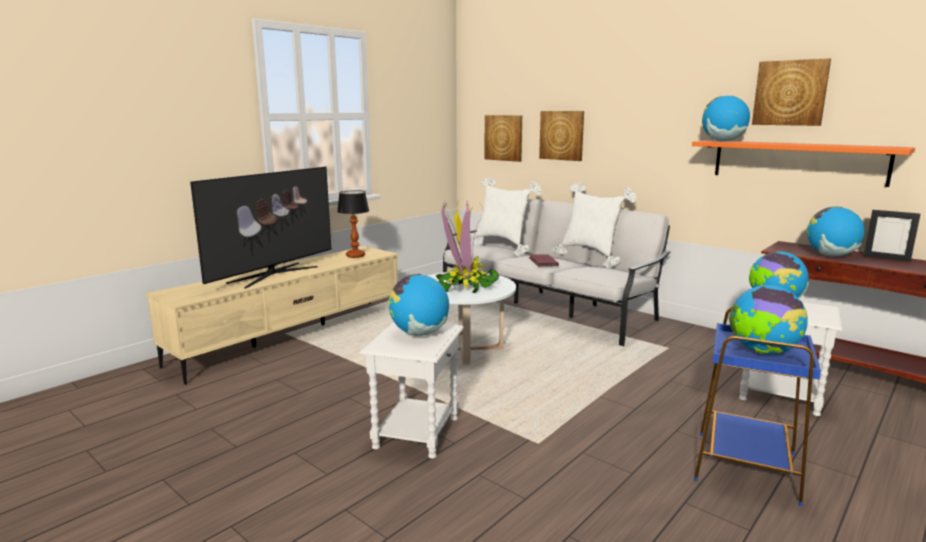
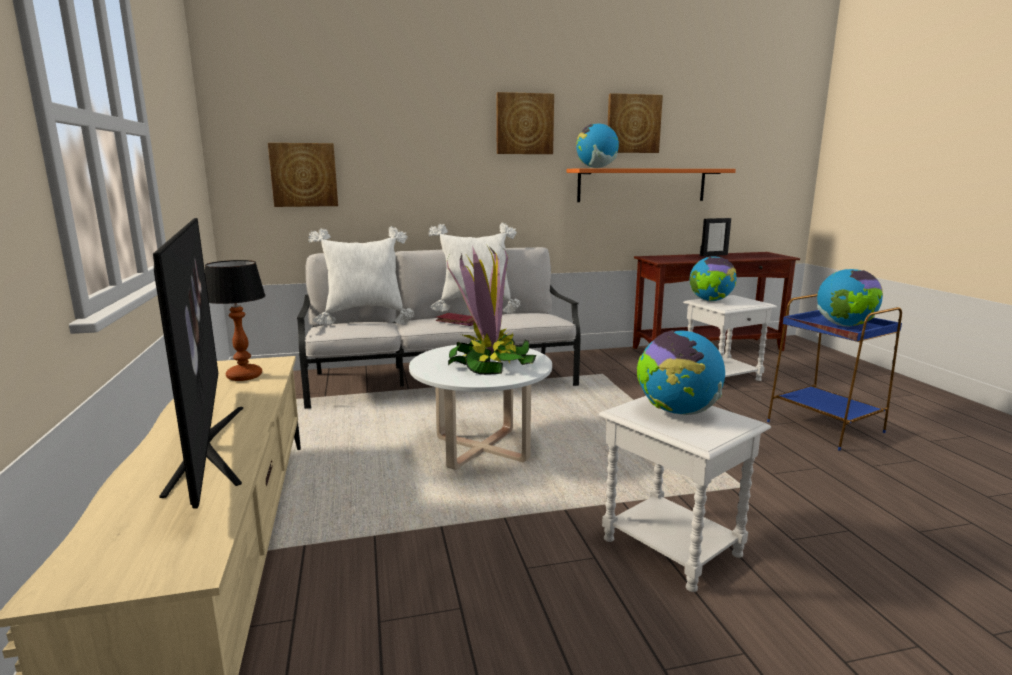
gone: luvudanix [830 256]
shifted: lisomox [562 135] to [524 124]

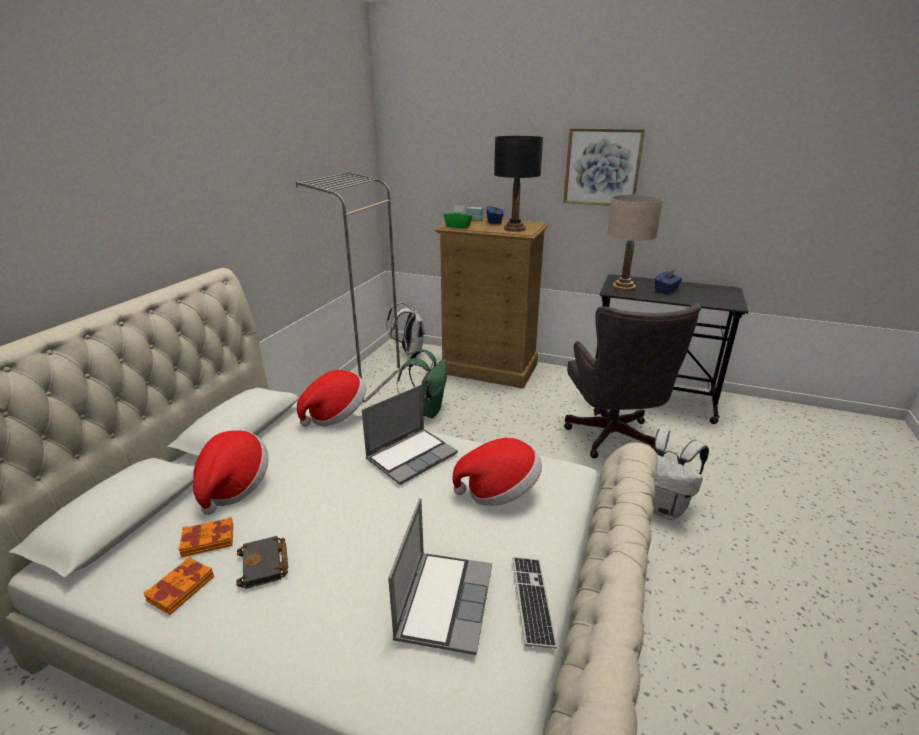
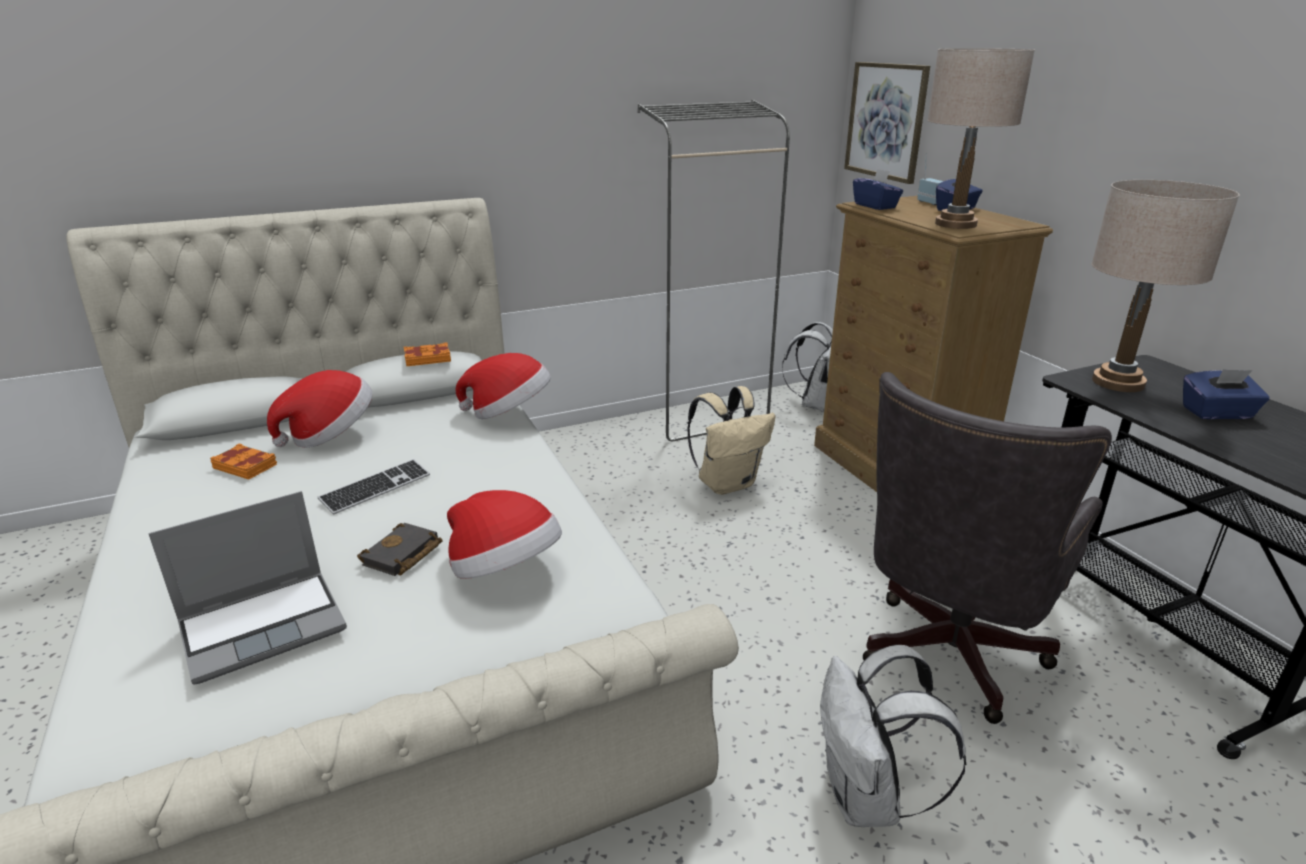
gone: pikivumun [412 456]
shifted: lisomox [602 167] to [886 121]; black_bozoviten [265 565] to [402 556]; orange_bozoviten [180 588] to [427 359]; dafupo [532 601] to [376 488]
repainted: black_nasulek [514 229] to beige_nasulek [955 224]; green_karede [458 226] to blue_karede [875 206]; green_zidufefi [427 411] to beige_zidufefi [727 483]

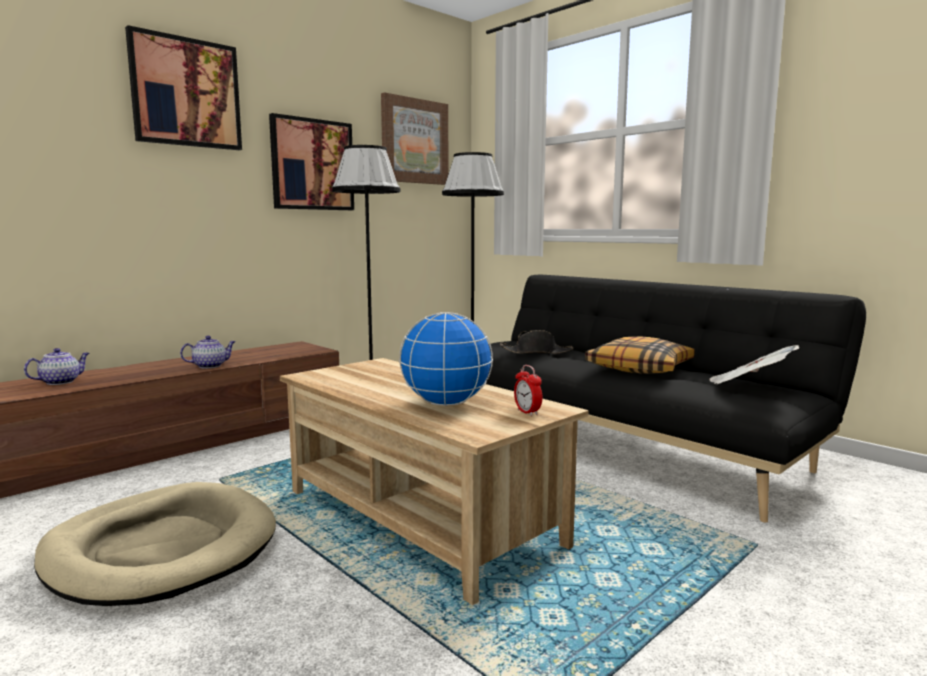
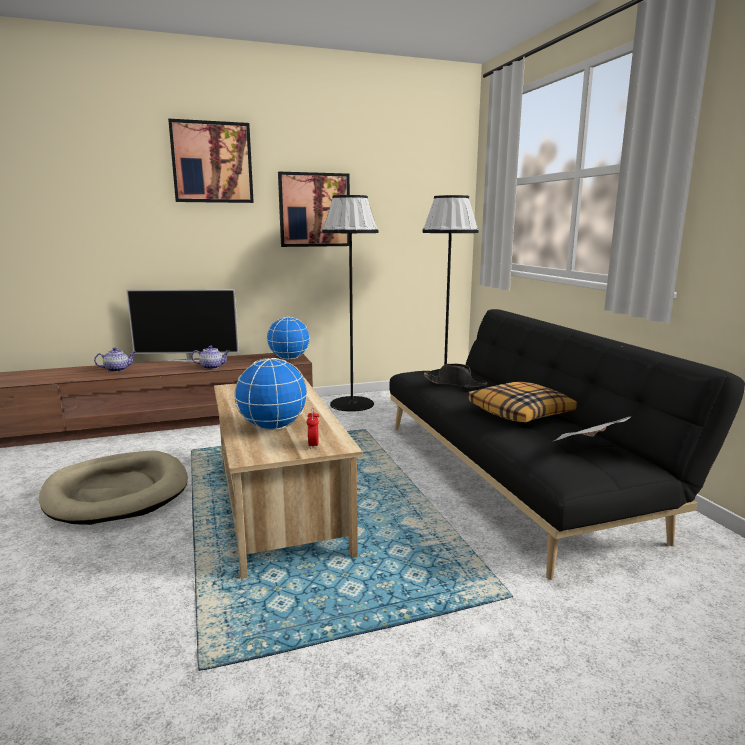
gone: lisomox [414 141]
new: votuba [188 360]; luvudanix [289 358]

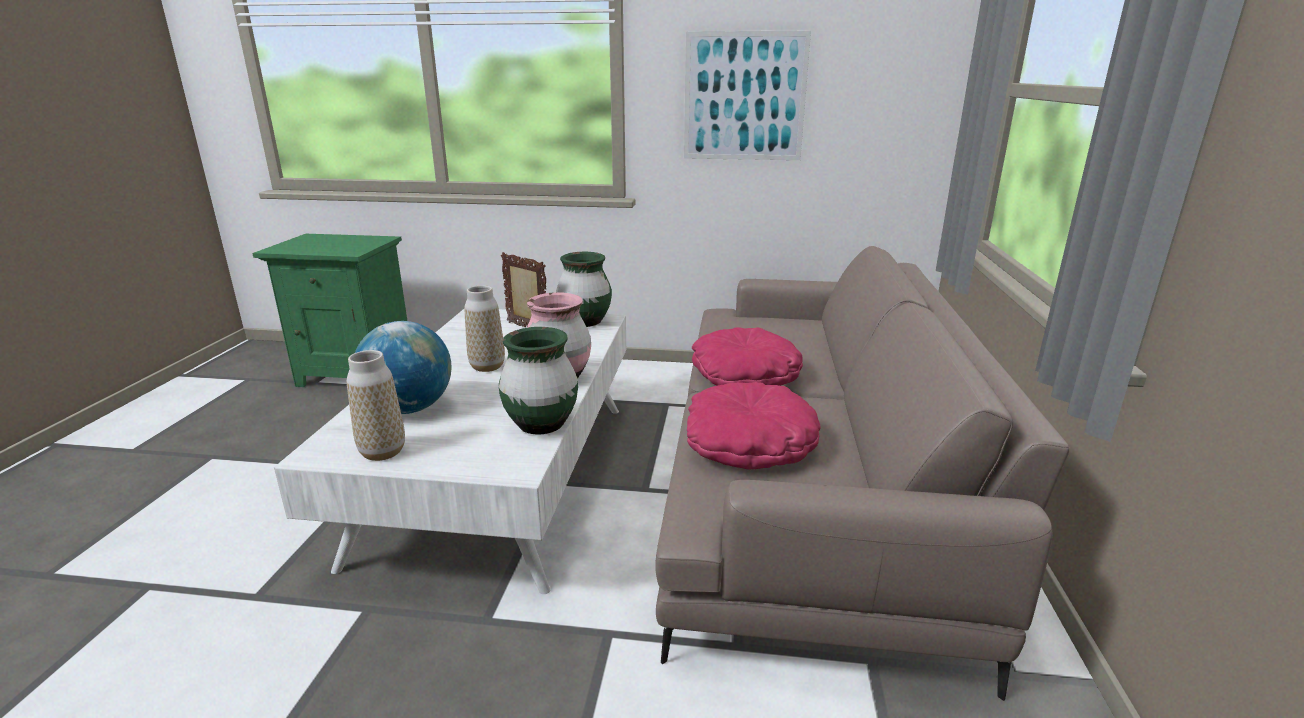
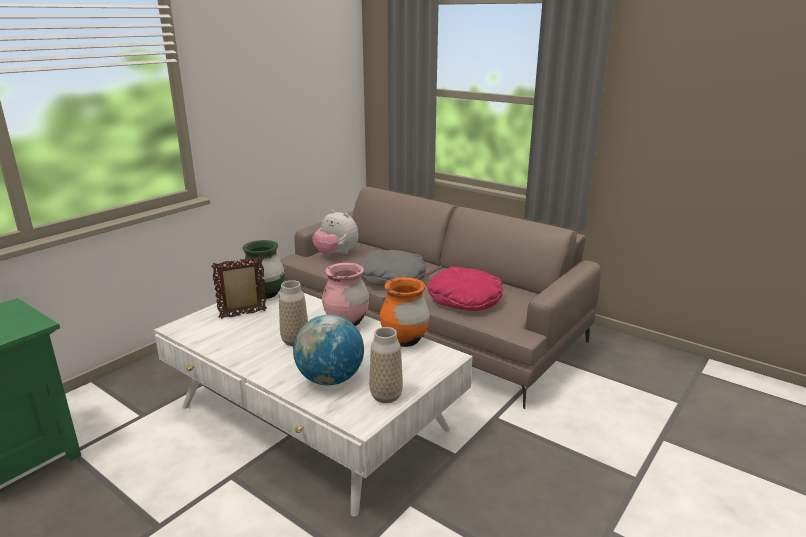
gone: lisomox [744 97]
new: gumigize [336 254]
repainted: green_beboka [541 425] to orange_beboka [404 340]; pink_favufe [746 376] to grey_favufe [392 278]

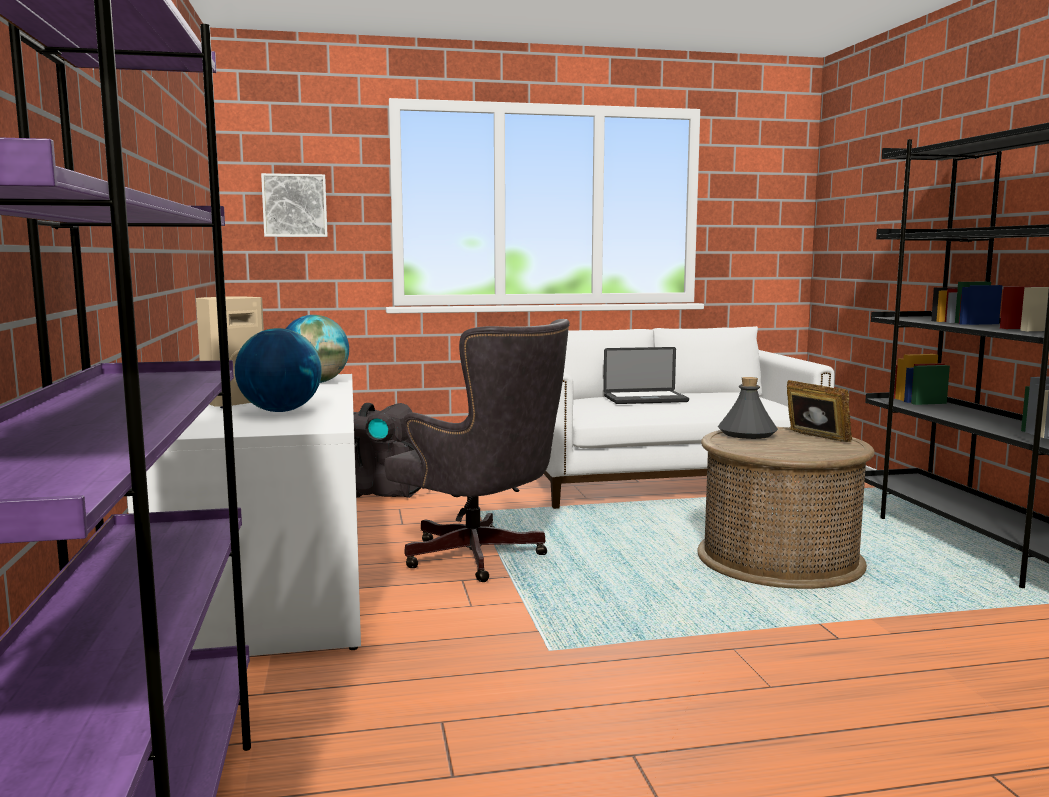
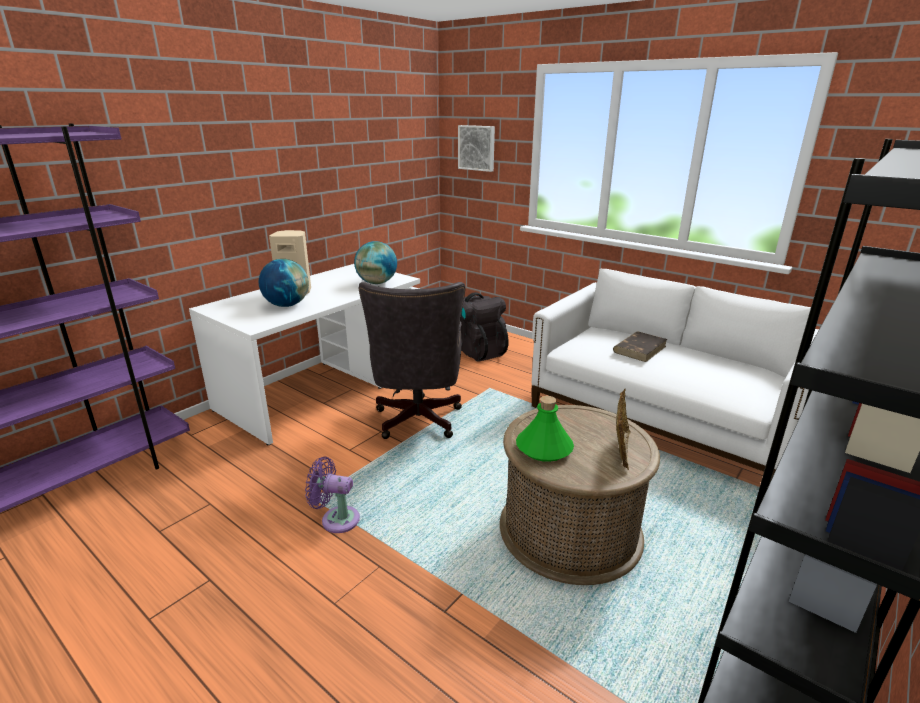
gone: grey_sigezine [746 434]
new: green_sigezine [544 448]; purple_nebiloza [336 519]
swapped: pikivumun [645 399] to brown_bozoviten [640 349]

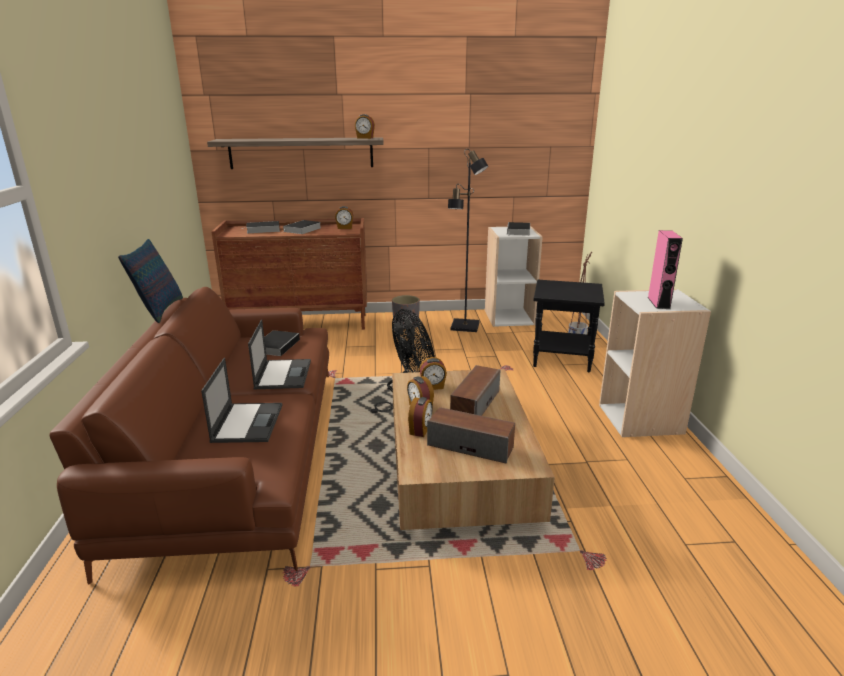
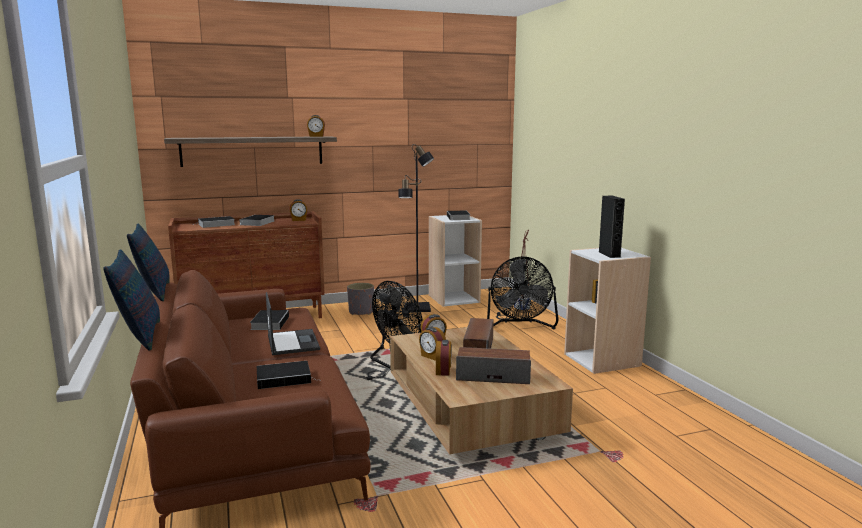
new: blue_favufe [140 337]
swapped: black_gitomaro [562 359] to black_nebiloza [517 324]; pikivumun [247 422] to bozoviten [285 378]
repainted: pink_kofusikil [658 303] to black_kofusikil [609 254]

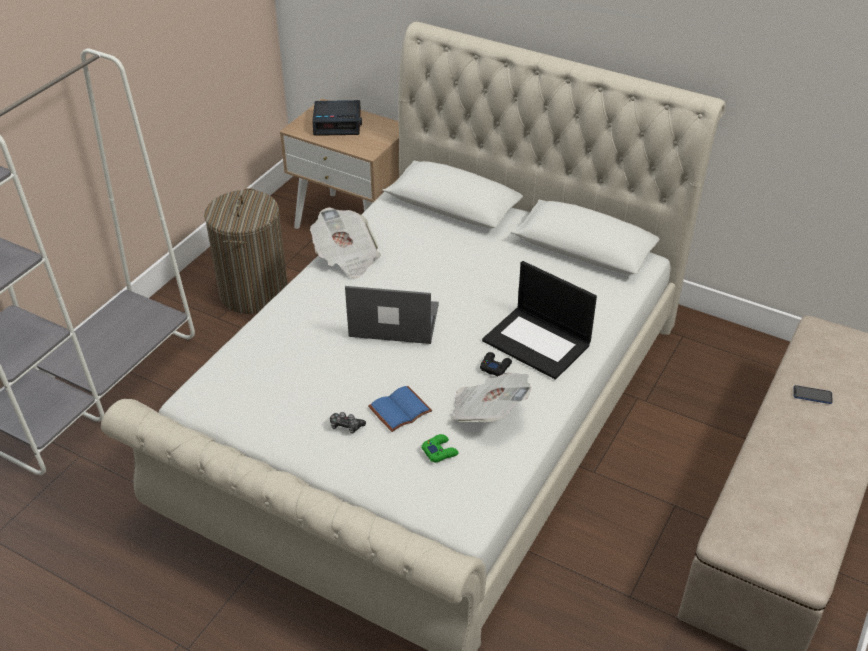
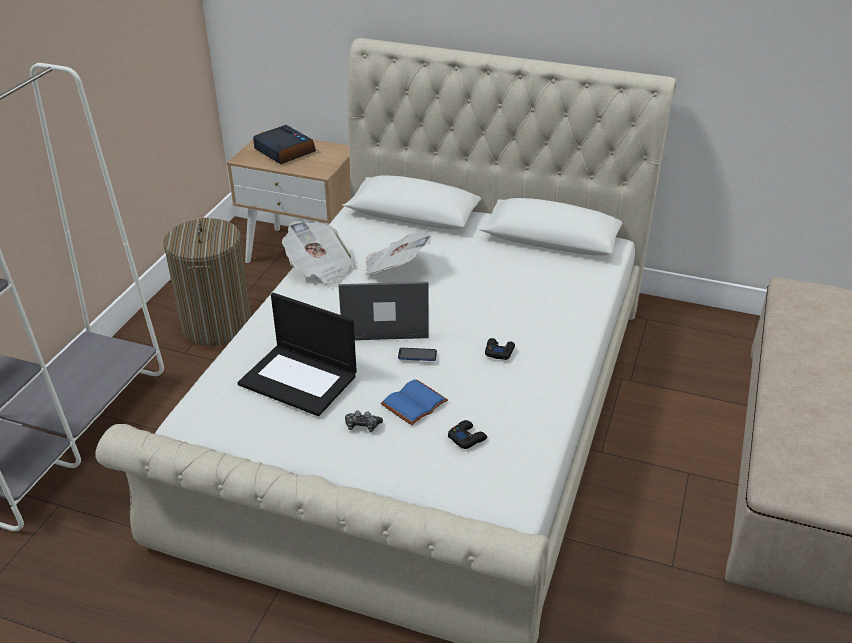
shifted: pikivumun [538 342] to [300 379]; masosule [488 412] to [395 268]; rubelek [812 395] to [417 355]
repainted: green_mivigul [440 451] to black_mivigul [467 438]
rotated: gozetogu [338 123] = [284 151] 120 degrees counterclockwise

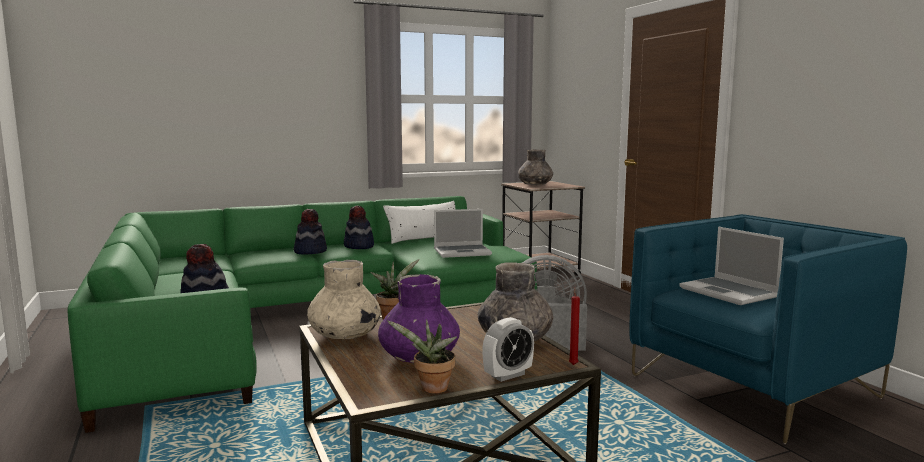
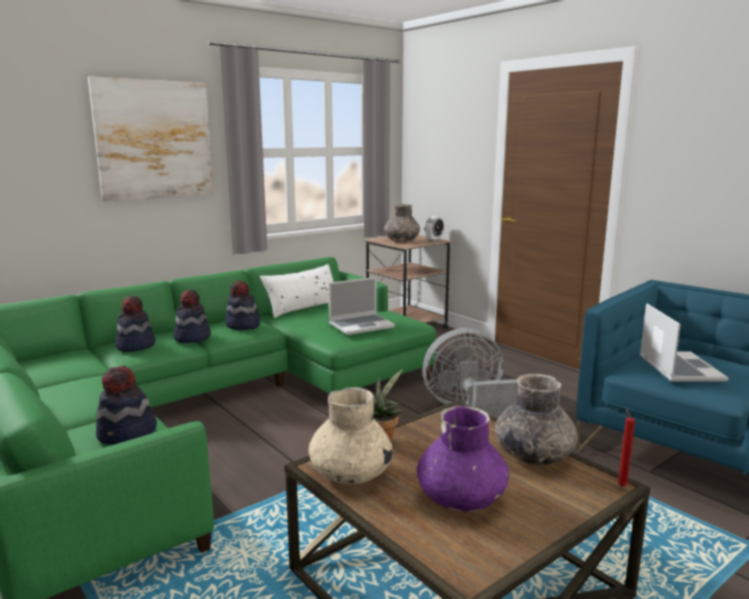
gone: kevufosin [431 389]
new: lisomox [154 140]; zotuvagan [135 346]
shifted: gozetogu [508 375] to [434 240]
rotated: pikivumun [729 293] = [678 368] 135 degrees counterclockwise

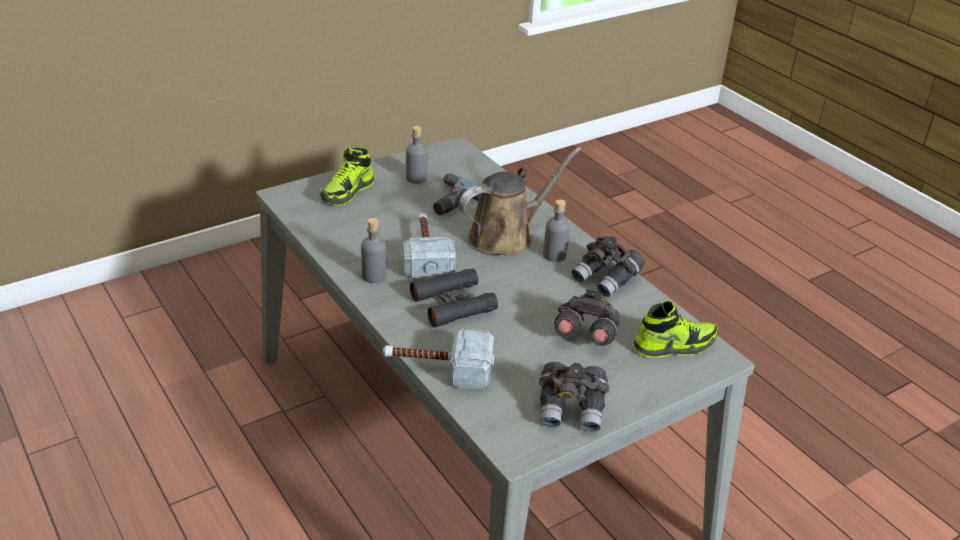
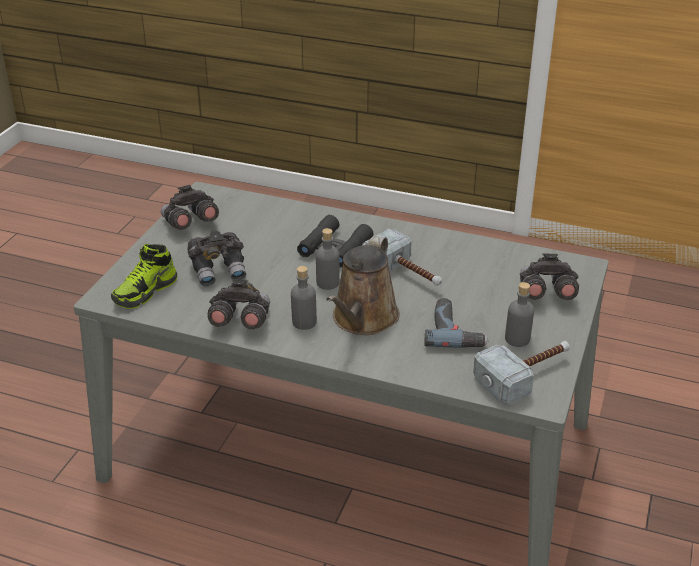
shifted: grey_sigezine [374 276] to [328 283]; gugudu [438 368] to [526 375]
swapped: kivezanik [347 192] to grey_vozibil [545 294]

